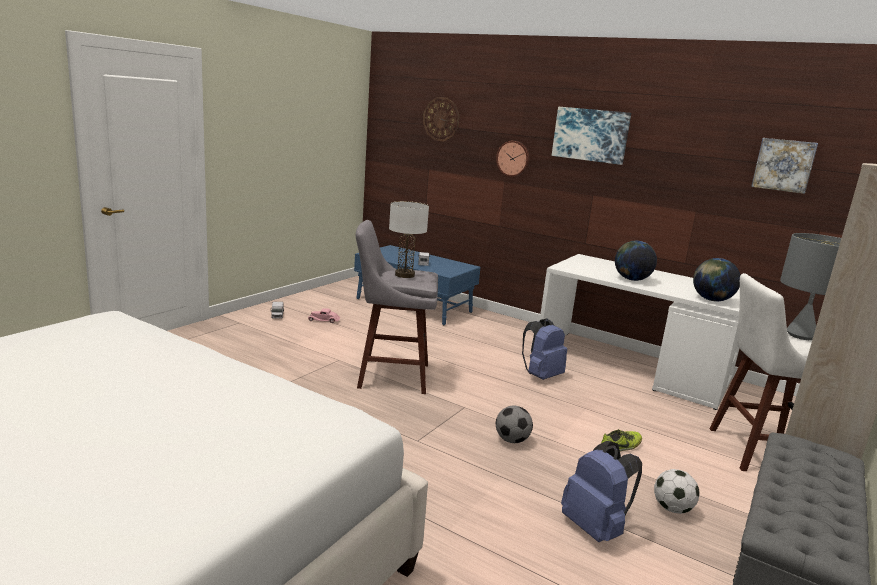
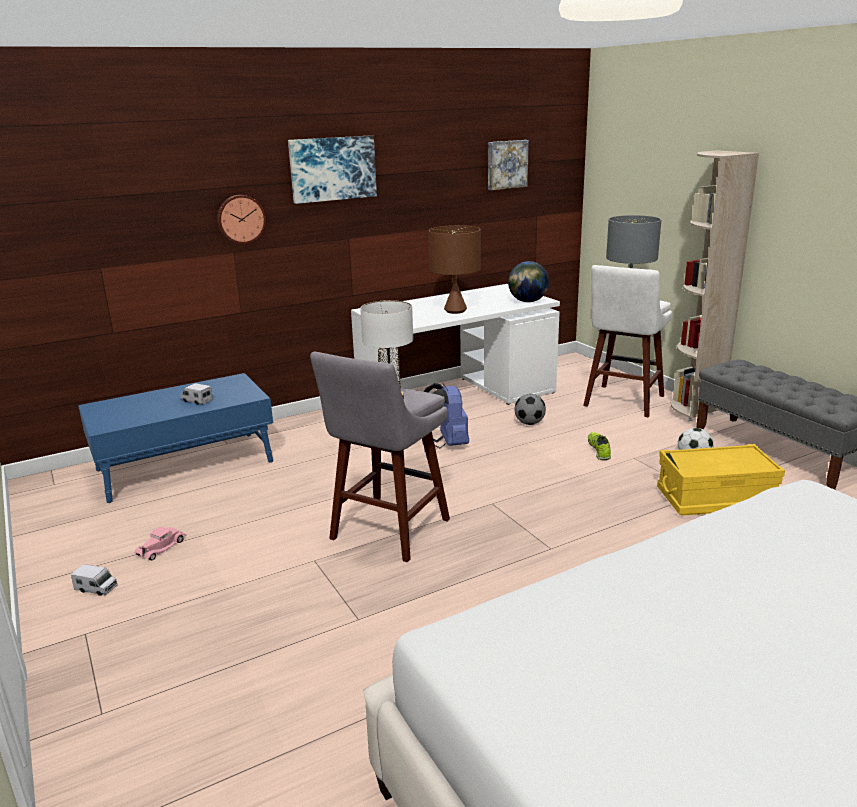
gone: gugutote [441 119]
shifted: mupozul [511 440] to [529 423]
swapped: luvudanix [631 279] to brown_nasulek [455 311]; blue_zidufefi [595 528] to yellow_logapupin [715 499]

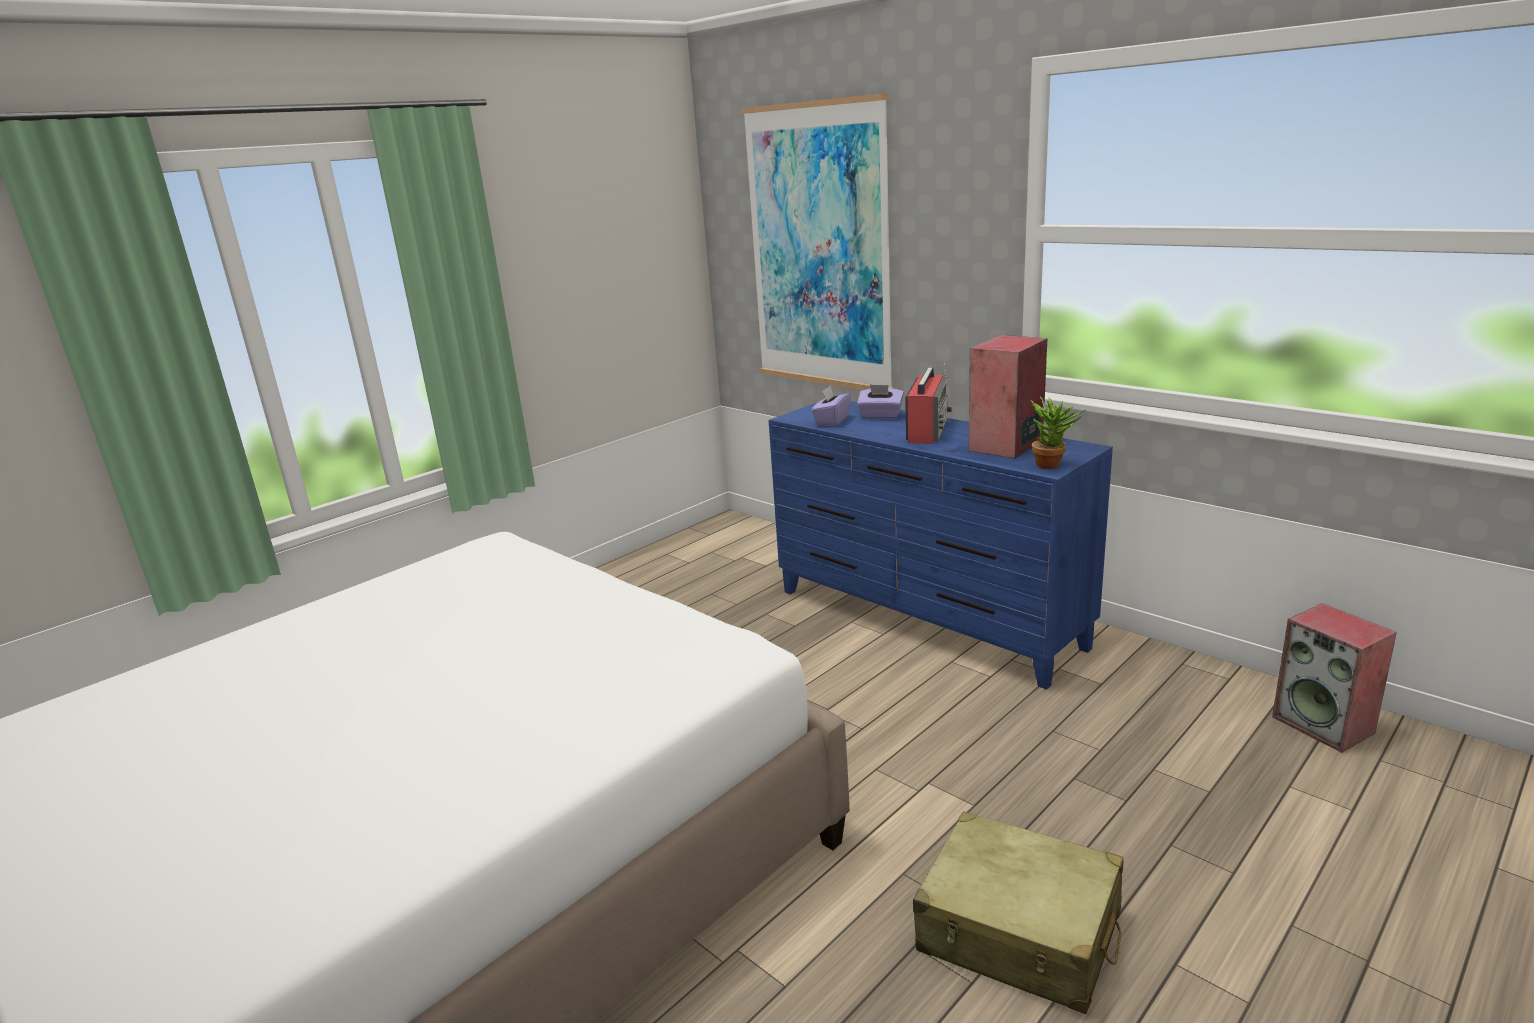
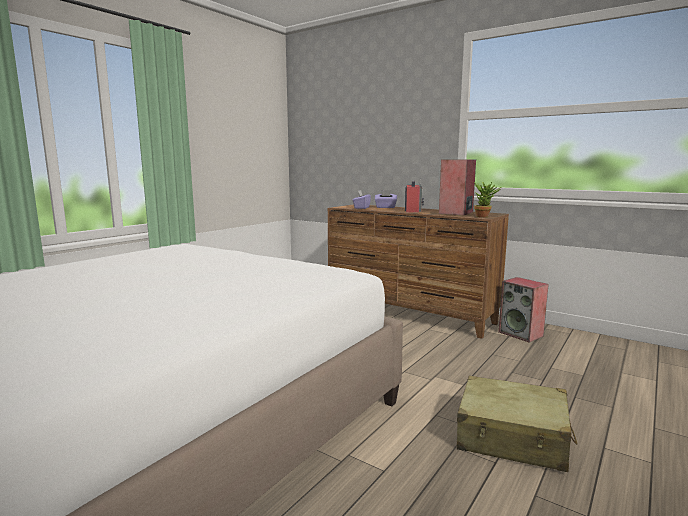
gone: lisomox [819 249]
shifted: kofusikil [1324 725] to [521 334]
repainted: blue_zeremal [927 618] to brown_zeremal [409 313]

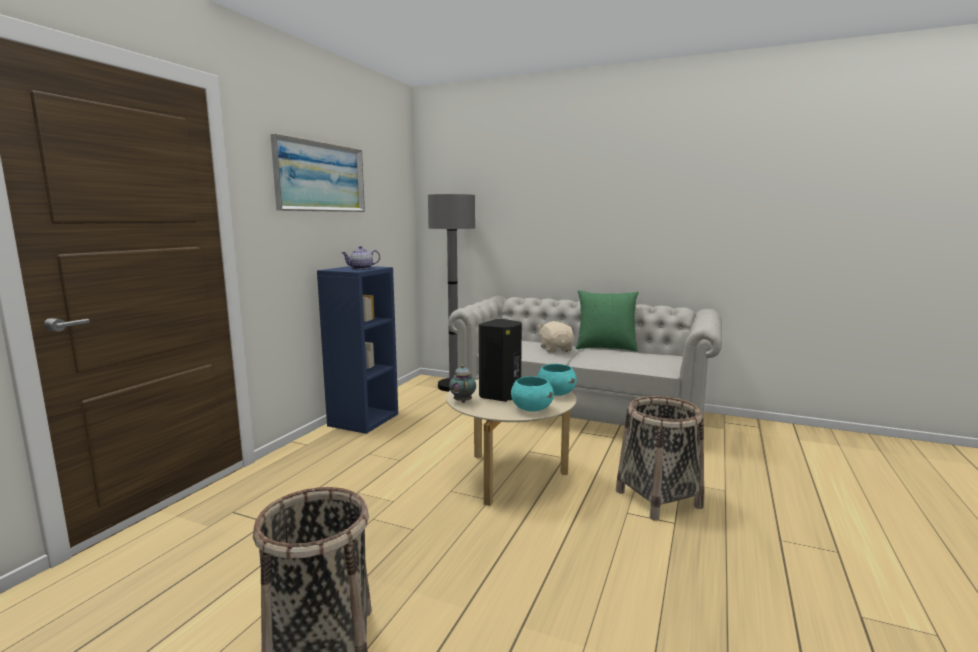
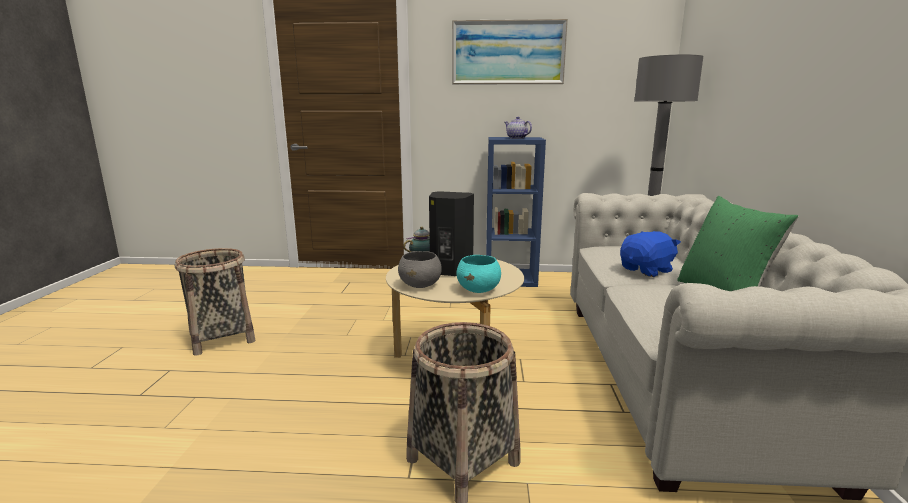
repainted: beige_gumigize [556 349] to blue_gumigize [647 270]; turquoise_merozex [531 409] to grey_merozex [420 285]

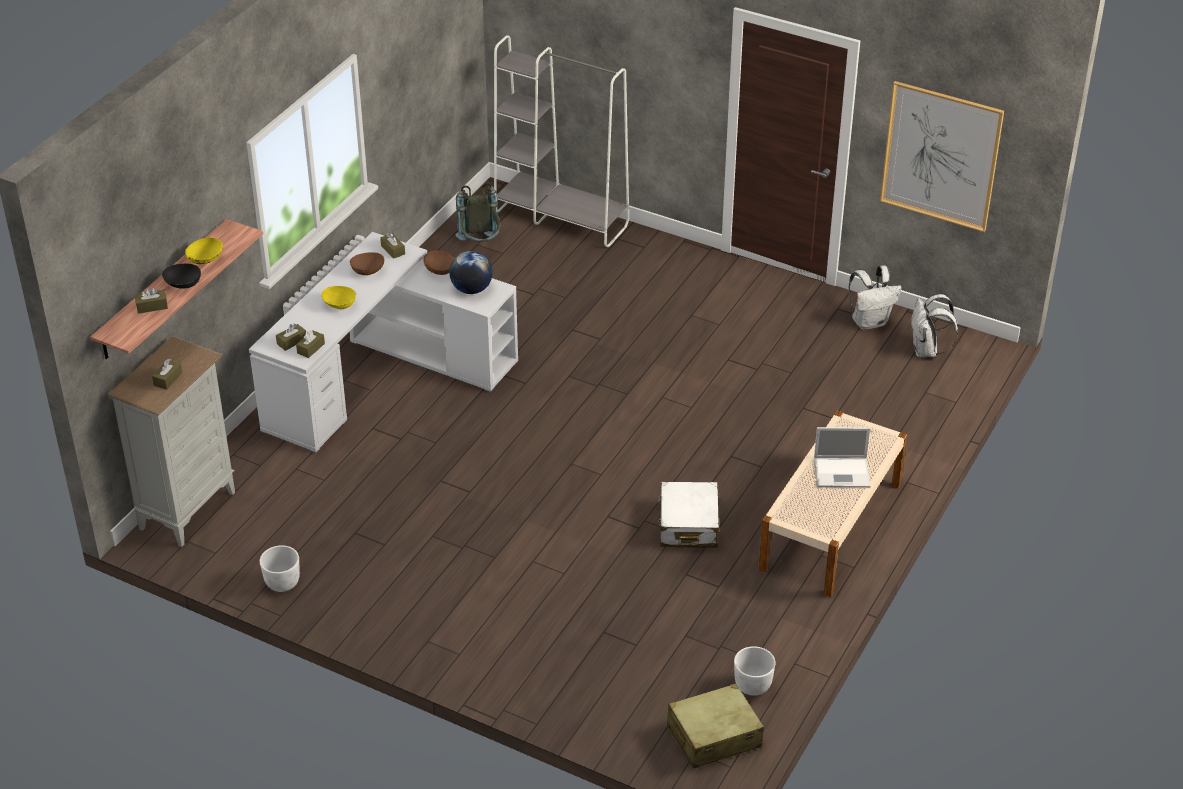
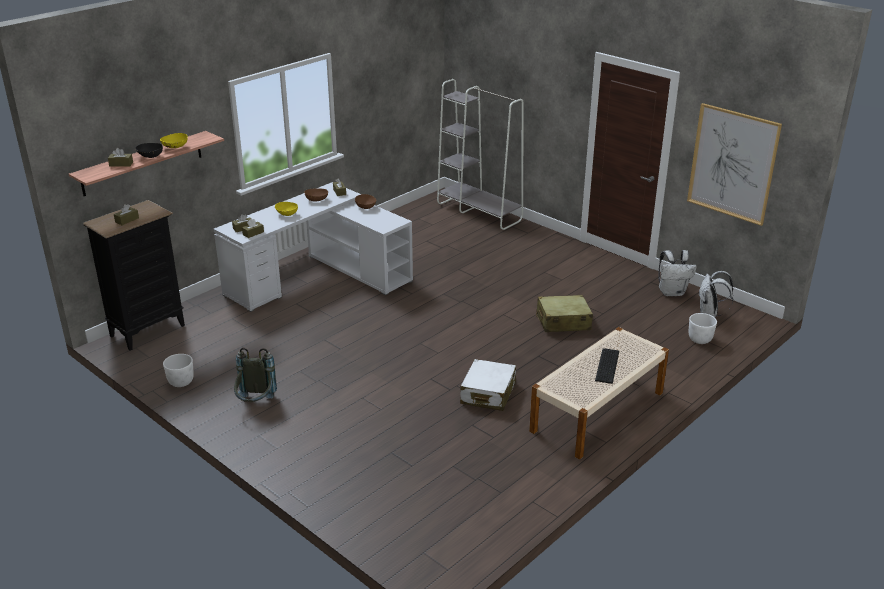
gone: luvudanix [471 289]
shifted: grey_zidufefi [480 245] to [256 404]; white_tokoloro [753 686] to [700 340]; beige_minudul [713 736] to [563 322]
swapped: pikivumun [843 472] to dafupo [608 365]
repainted: white_zeremal [190 510] to black_zeremal [149 330]

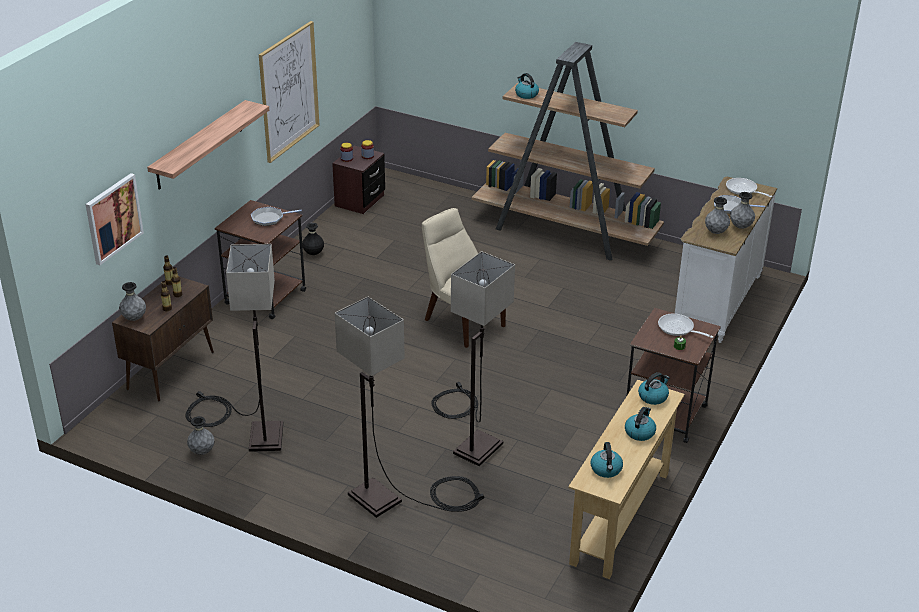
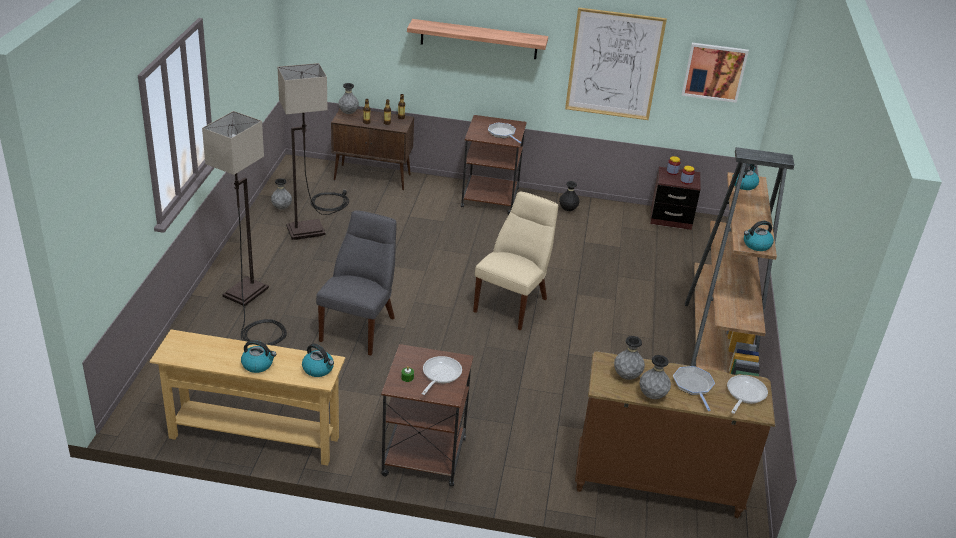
shifted: lisomox [113 218] to [714 72]; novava [606 469] to [756 245]
swapped: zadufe [466 424] to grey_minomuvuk [360 327]
repainted: white_zeremal [717 303] to brown_zeremal [657 483]

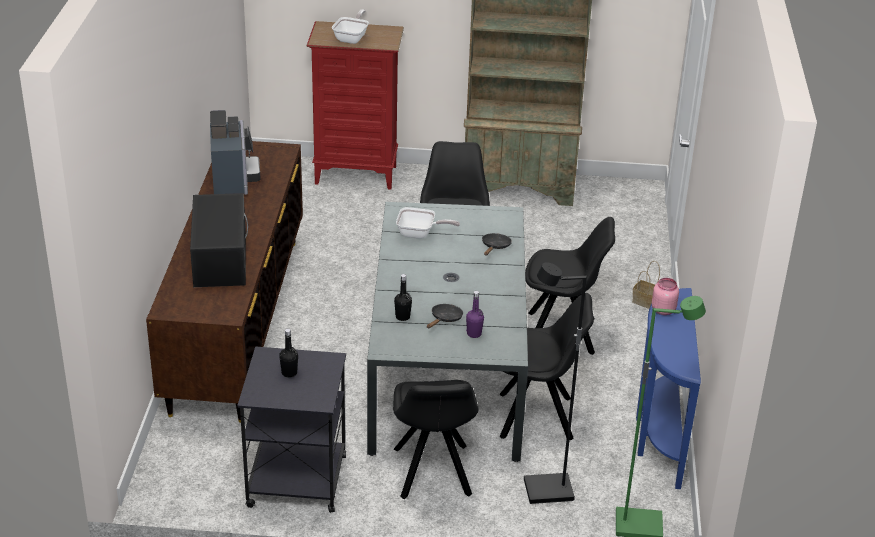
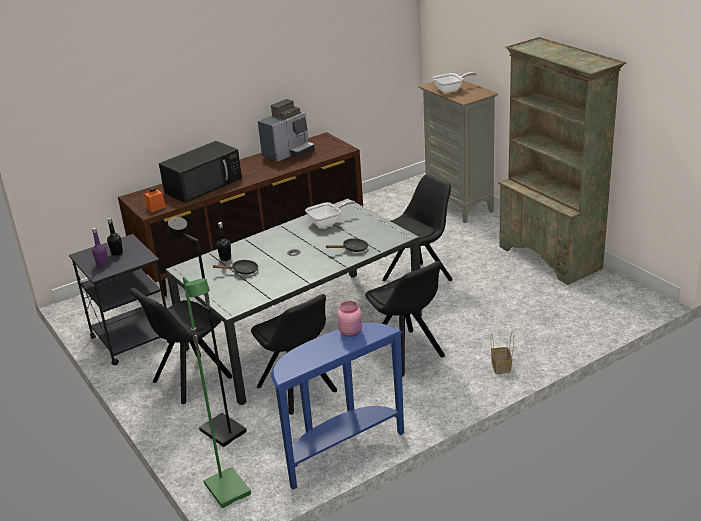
new: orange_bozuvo [156 207]
shifted: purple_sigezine [474 334] to [102 264]
repainted: red_zeremal [357 176] to grey_zeremal [459 207]
rotated: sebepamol [420 234] = [327 222] 90 degrees counterclockwise

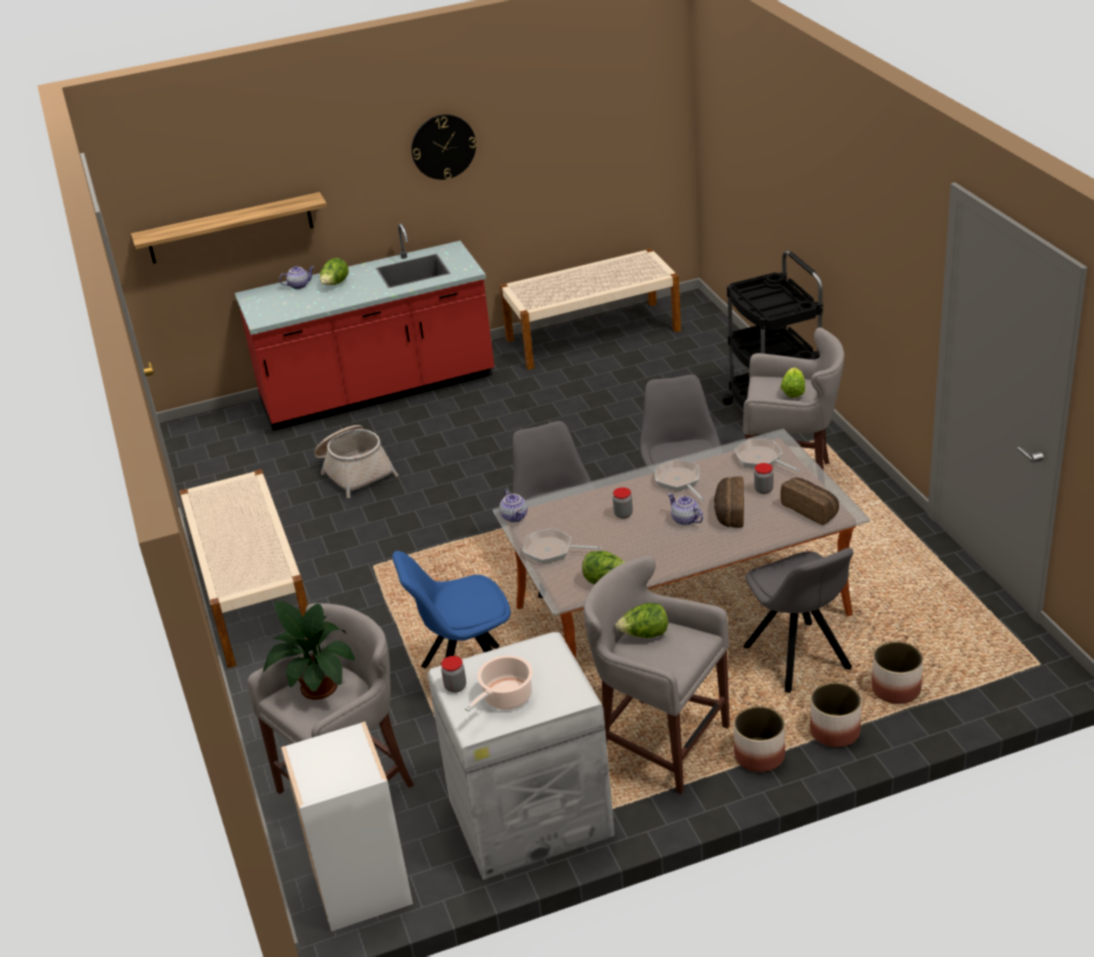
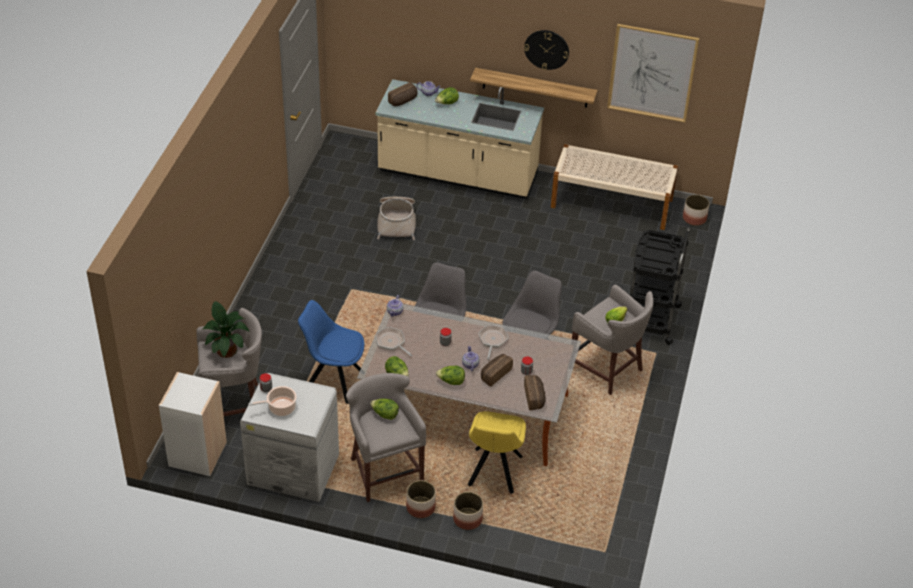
gone: sebepamol [761 459]; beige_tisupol [252 594]
new: lisomox [652 73]; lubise [403 101]; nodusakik [451 381]
shifted: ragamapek [230 228] to [535 88]; tokoloro [896 689] to [694 218]
repainted: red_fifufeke [378 391] to beige_fifufeke [457 175]; grey_minomuvuk [798 658] to yellow_minomuvuk [494 471]

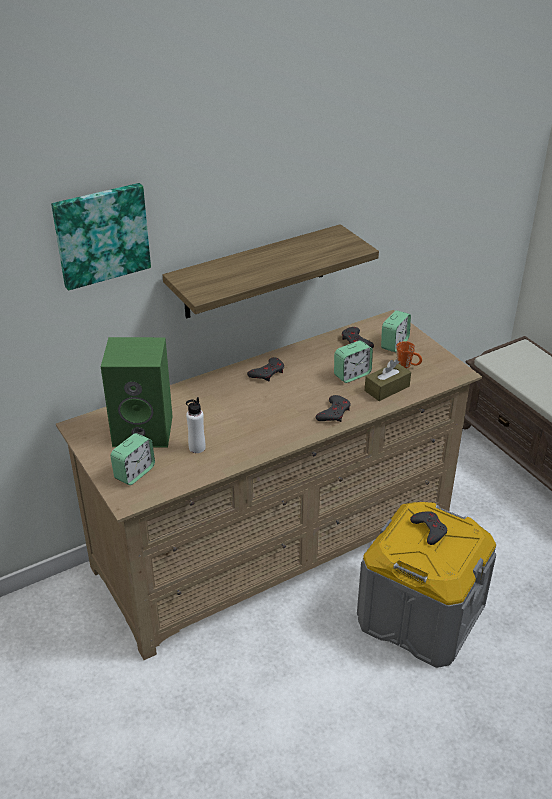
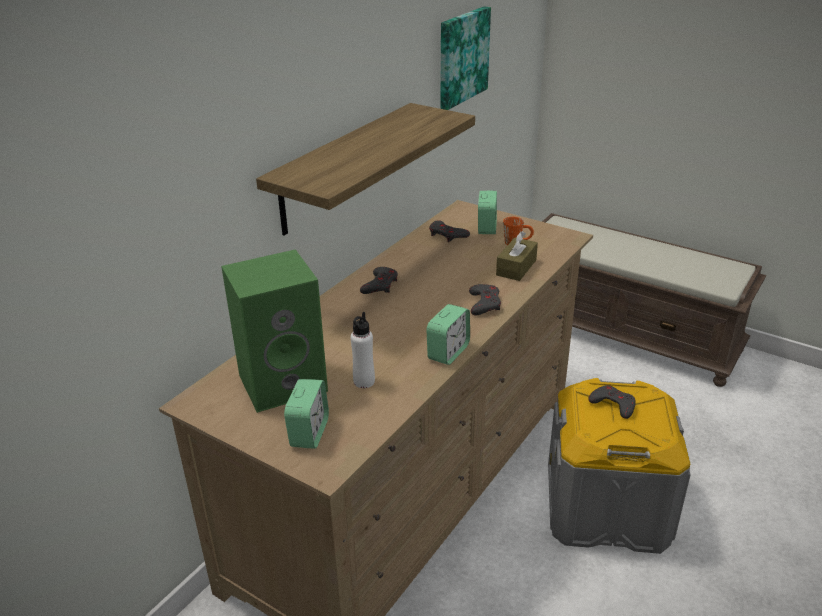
shifted: lisomox [101 235] to [461 57]; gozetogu [352 375] to [448 352]

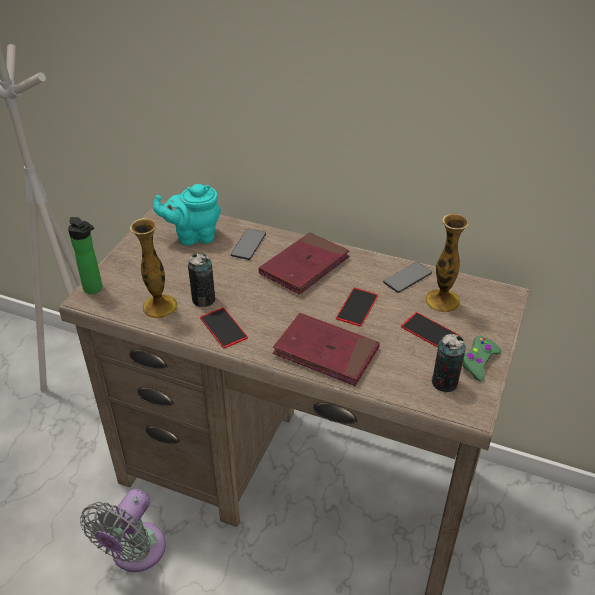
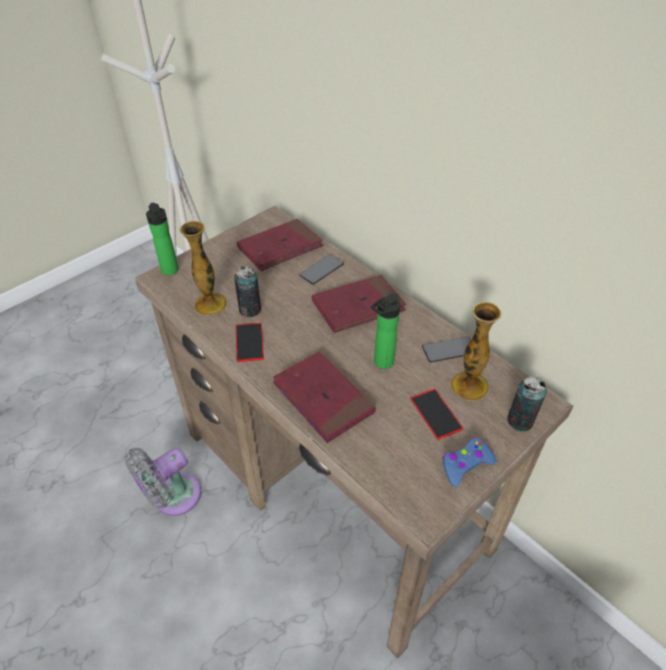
shifted: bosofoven [444 383] to [520 421]
swapped: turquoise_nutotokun [193 236] to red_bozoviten [280 247]; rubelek [357 307] to sigezine [381 363]
repainted: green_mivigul [478 362] to blue_mivigul [465 465]

